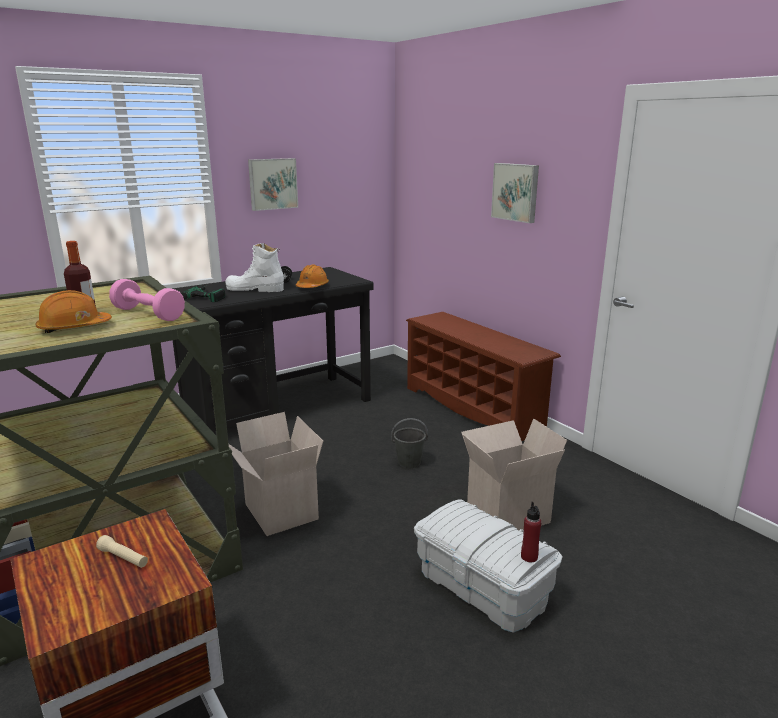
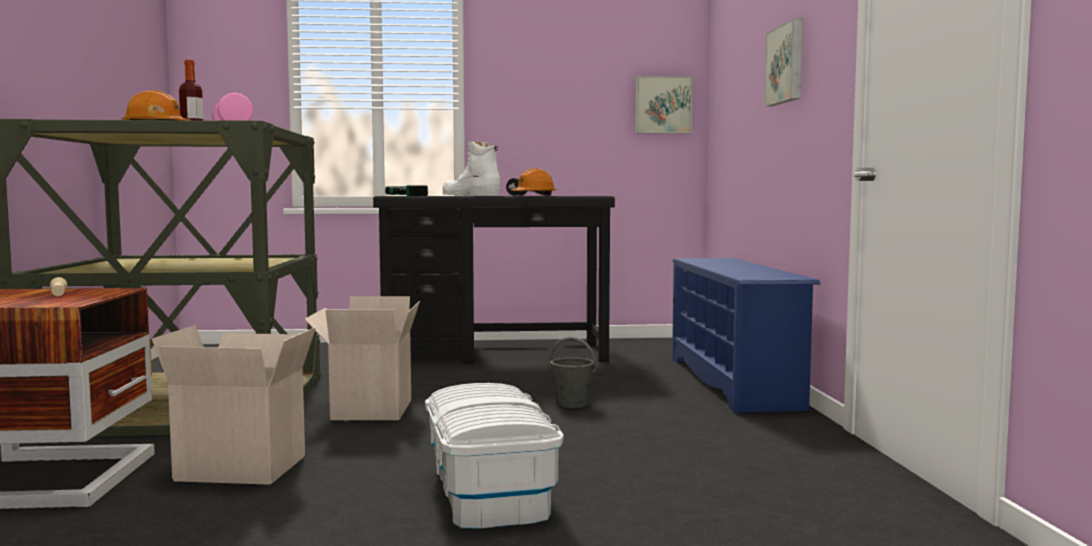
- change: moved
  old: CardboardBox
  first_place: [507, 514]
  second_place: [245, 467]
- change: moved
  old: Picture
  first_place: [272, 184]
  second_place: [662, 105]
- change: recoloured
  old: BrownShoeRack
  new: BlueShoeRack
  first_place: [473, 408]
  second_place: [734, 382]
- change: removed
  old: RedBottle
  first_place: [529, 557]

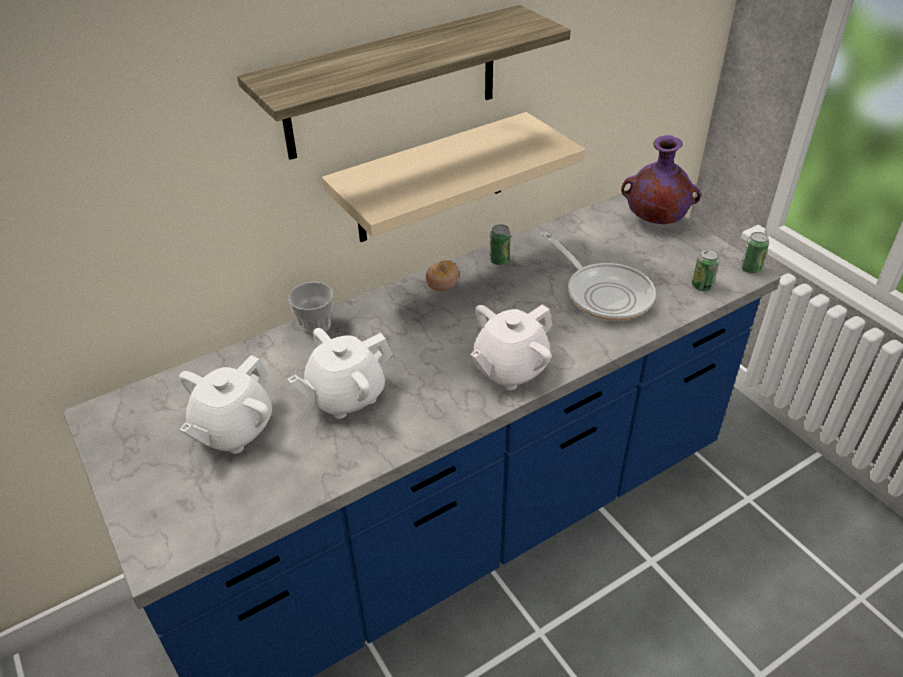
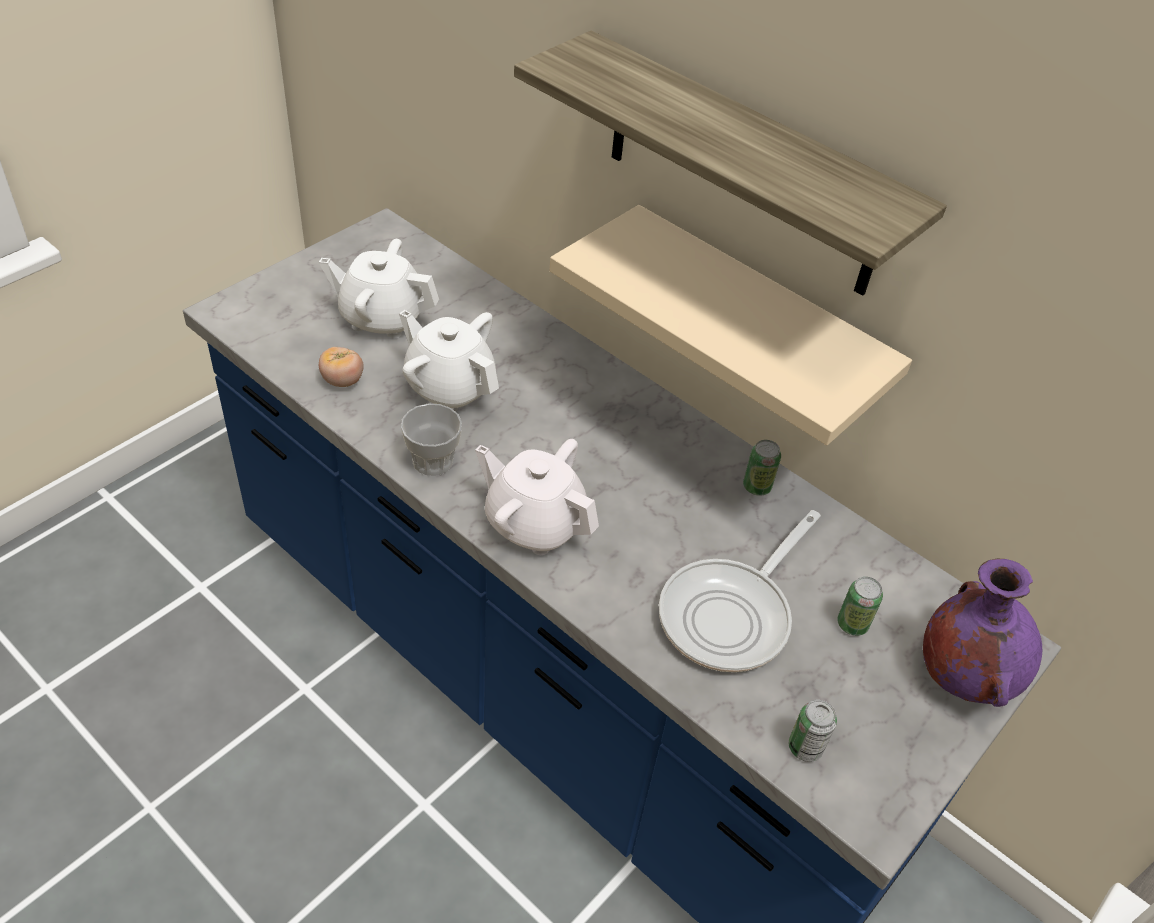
- change: moved
  old: Tomato
  first_place: [442, 287]
  second_place: [342, 380]
- change: moved
  old: Cup
  first_place: [316, 325]
  second_place: [432, 461]
- change: moved
  old: Can
  first_place: [750, 268]
  second_place: [852, 624]

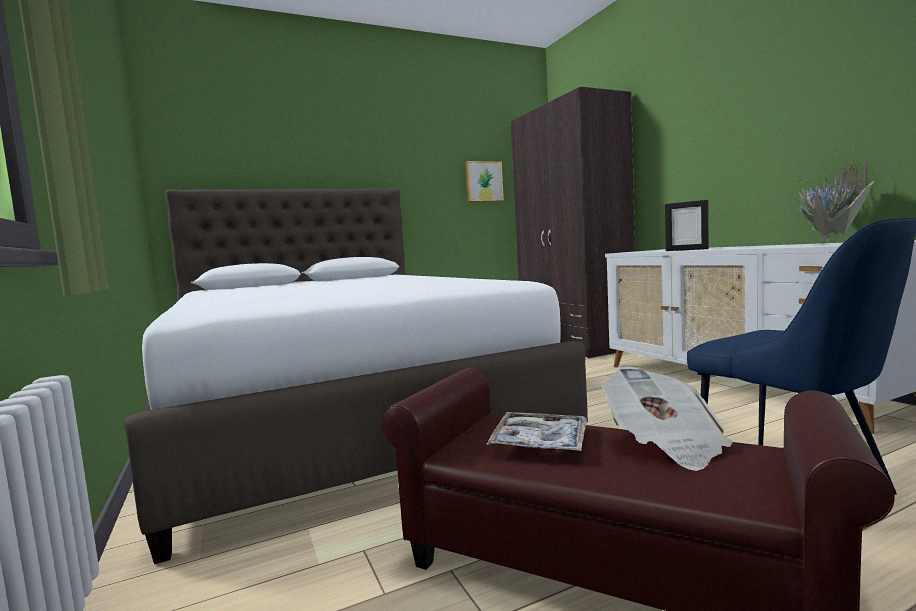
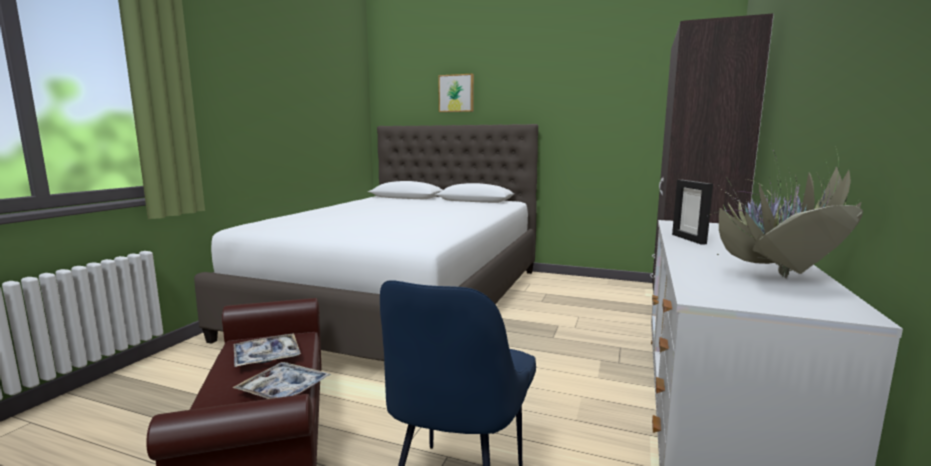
- change: replaced
  old: Newspaper
  new: Tray
  first_place: [665, 445]
  second_place: [283, 390]
- change: moved
  old: Picture
  first_place: [483, 181]
  second_place: [456, 93]

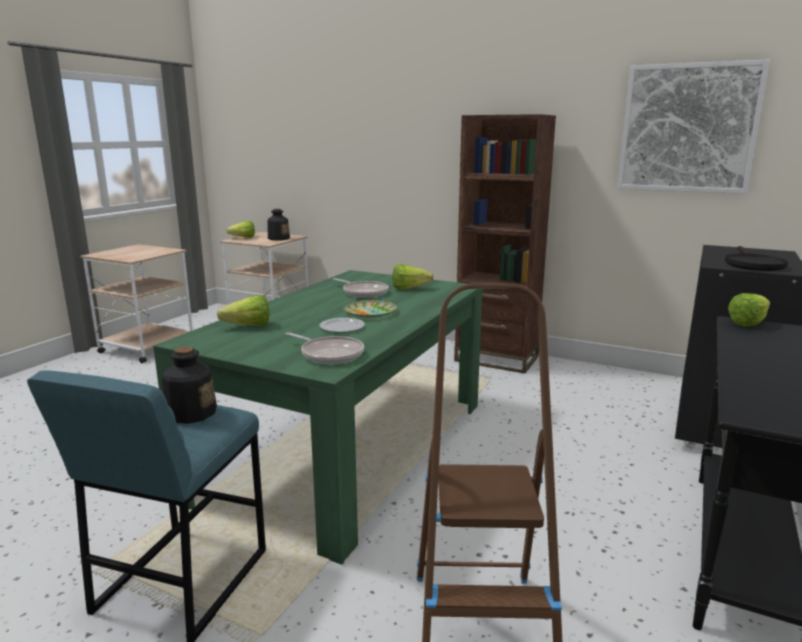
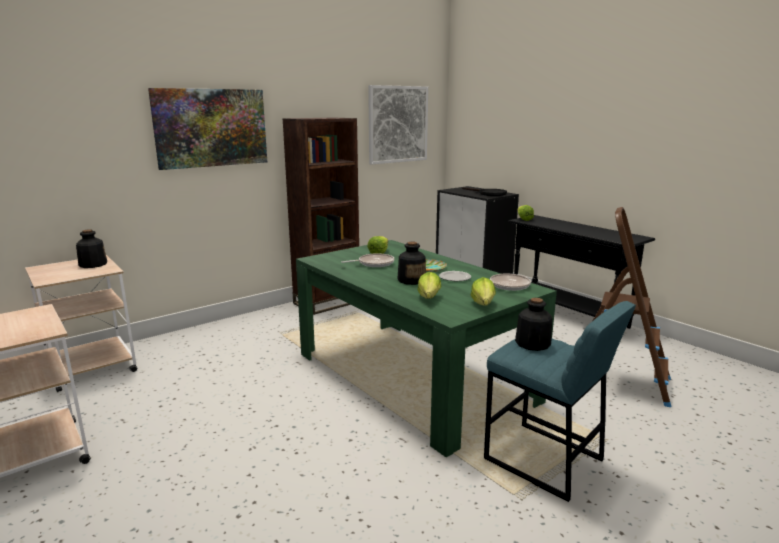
- change: added
  new: Picture
  second_place: [211, 128]
- change: added
  new: Bottle
  second_place: [411, 280]
- change: moved
  old: Lettuce
  first_place: [241, 238]
  second_place: [482, 306]

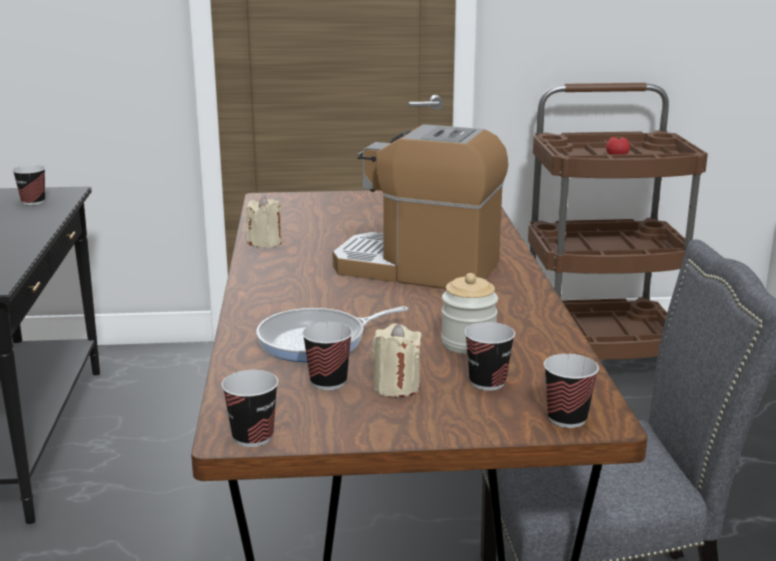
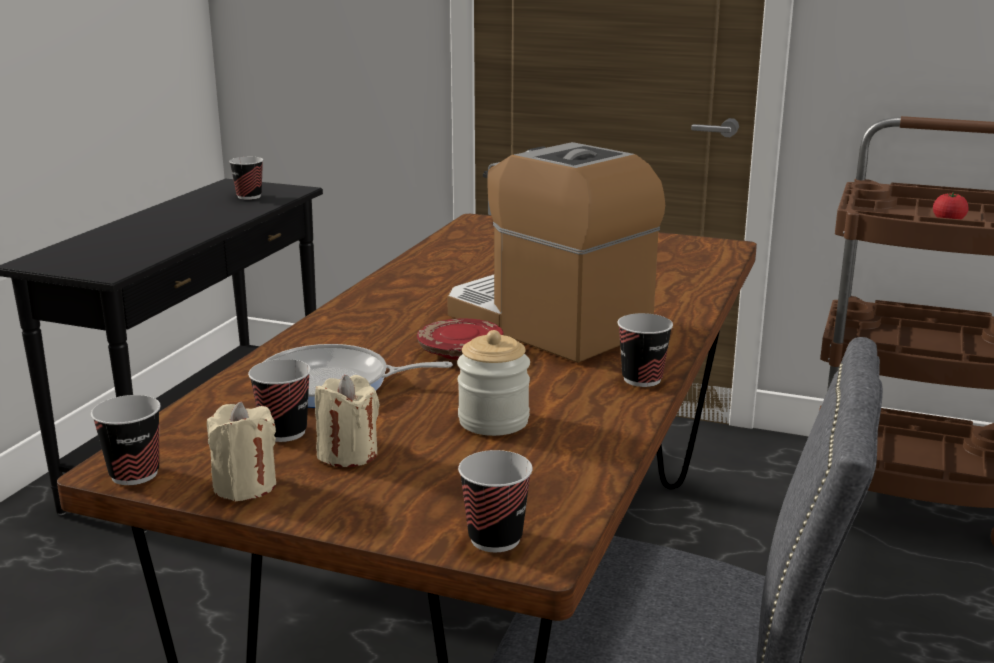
- change: moved
  old: BeigeCandle
  first_place: [265, 243]
  second_place: [245, 486]
- change: added
  new: RedPlate
  second_place: [460, 352]
- change: moved
  old: Cup
  first_place: [487, 382]
  second_place: [642, 379]

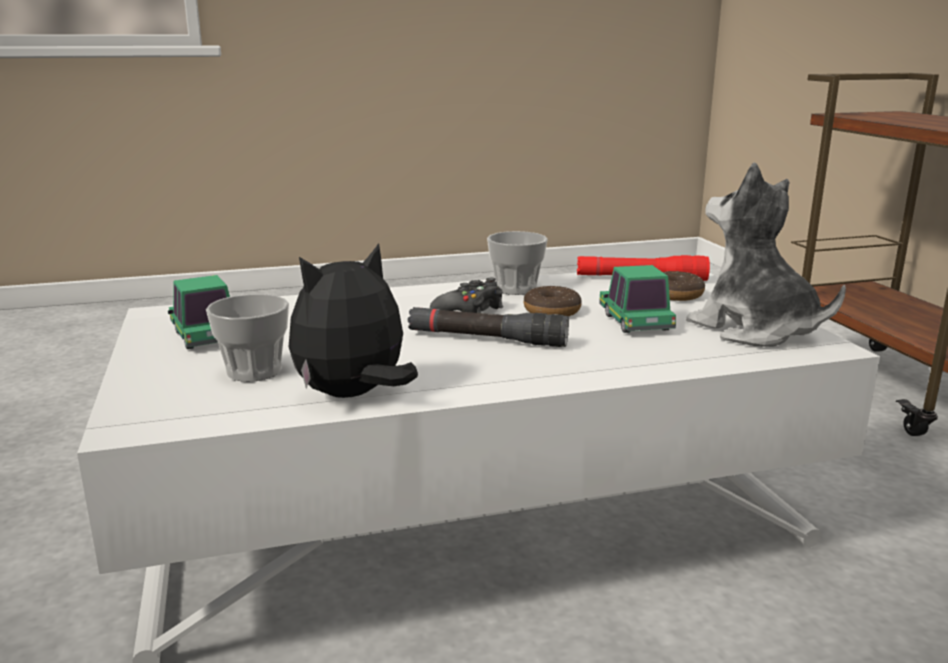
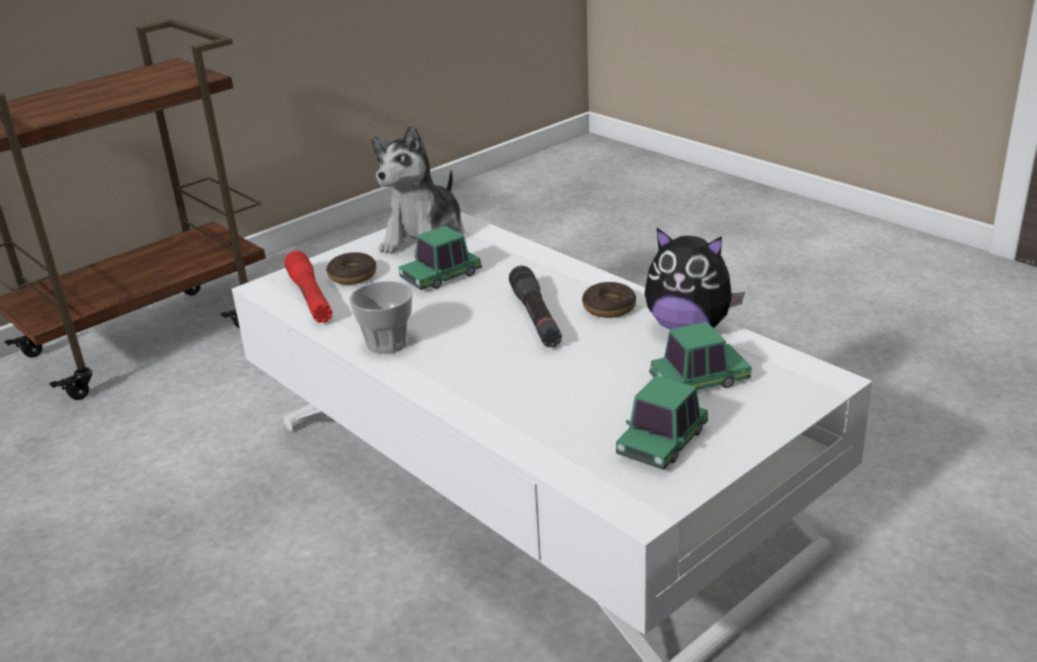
- change: moved
  old: Donut
  first_place: [552, 311]
  second_place: [609, 307]
- change: replaced
  old: Cup
  new: ToyCar
  first_place: [254, 371]
  second_place: [699, 381]
- change: removed
  old: BlackGameController
  first_place: [469, 311]

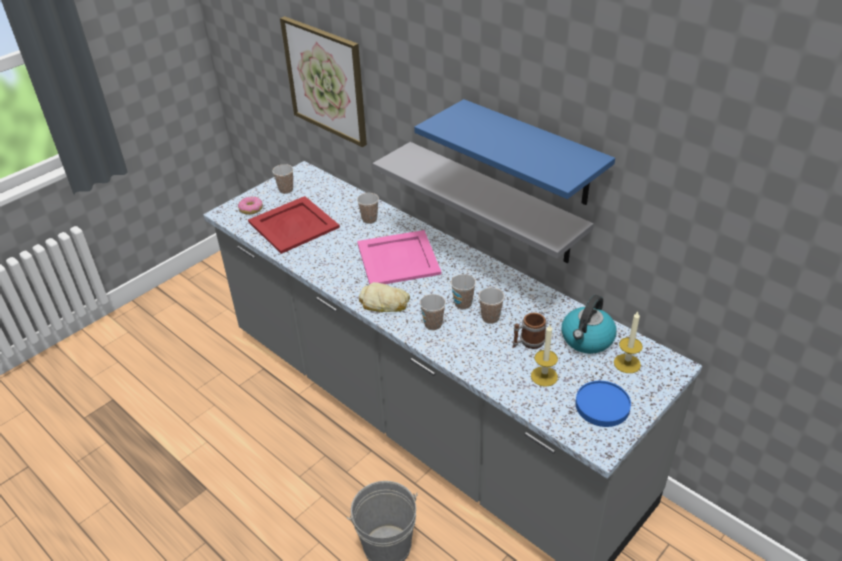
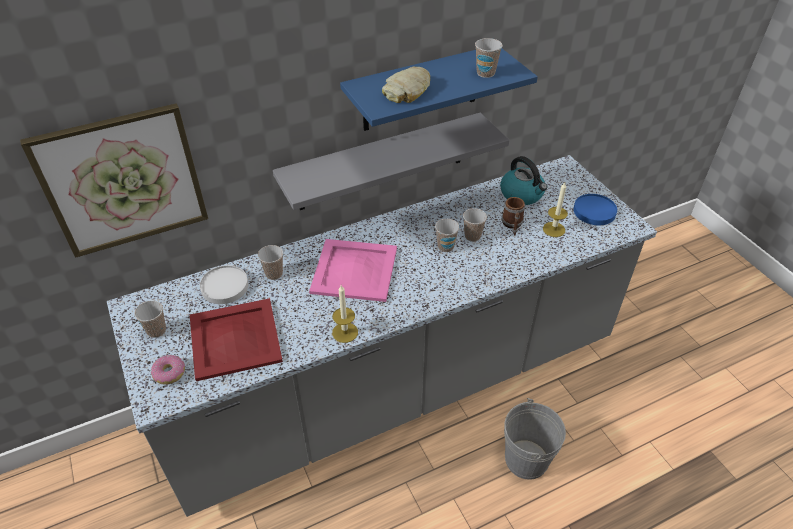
- change: added
  new: WhitePlate
  second_place: [224, 286]
- change: moved
  old: Candle
  first_place: [627, 363]
  second_place: [345, 332]
- change: moved
  old: Bread
  first_place: [384, 303]
  second_place: [408, 91]
- change: moved
  old: Cup
  first_place: [433, 324]
  second_place: [485, 73]

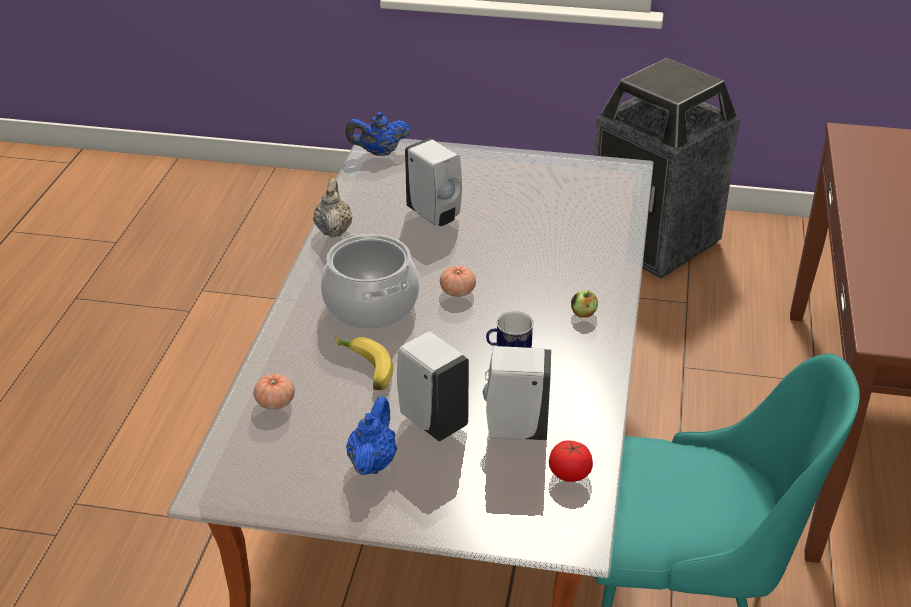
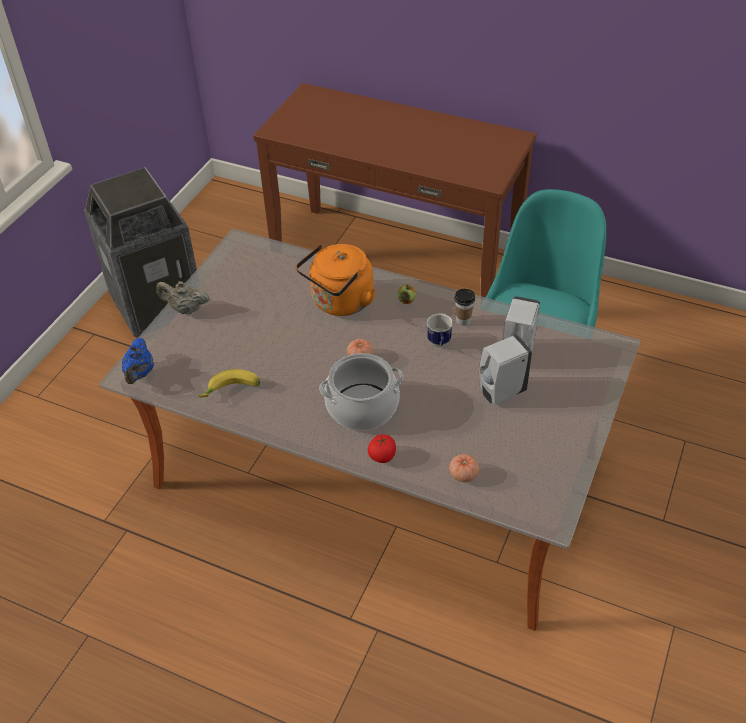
- change: moved
  old: BeigeTeapot
  first_place: [333, 230]
  second_place: [186, 309]
- change: moved
  old: Banana
  first_place: [364, 370]
  second_place: [232, 391]
- change: added
  new: OrangeKettle
  second_place: [340, 303]
- change: moved
  old: Tomato
  first_place: [570, 473]
  second_place: [382, 456]
- change: added
  new: Cup
  second_place: [463, 320]
- change: removed
  old: BlueTeapot
  first_place: [372, 462]
- change: removed
  old: WhiteSoapDispenser
  first_place: [435, 215]

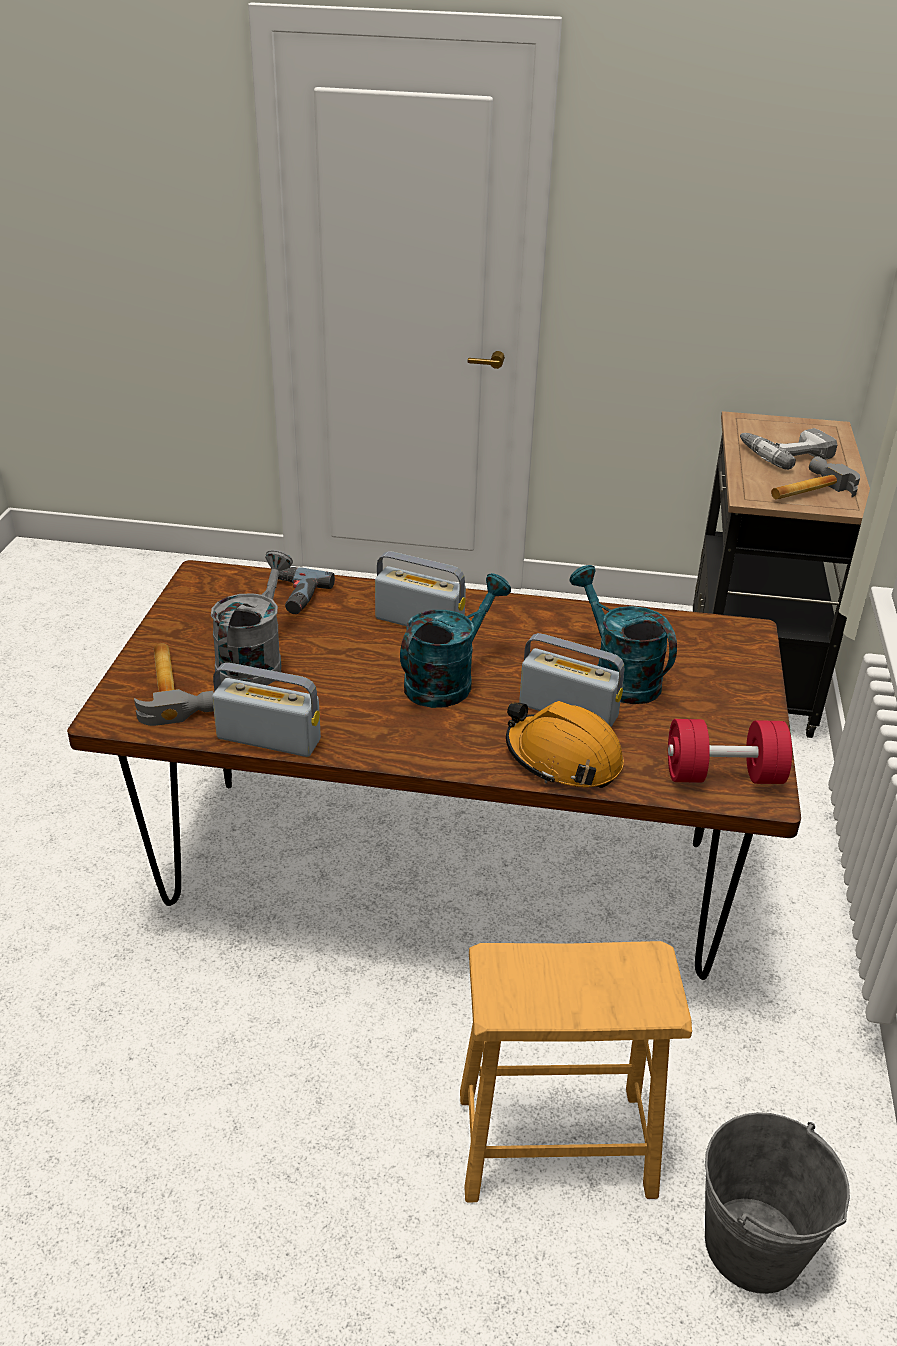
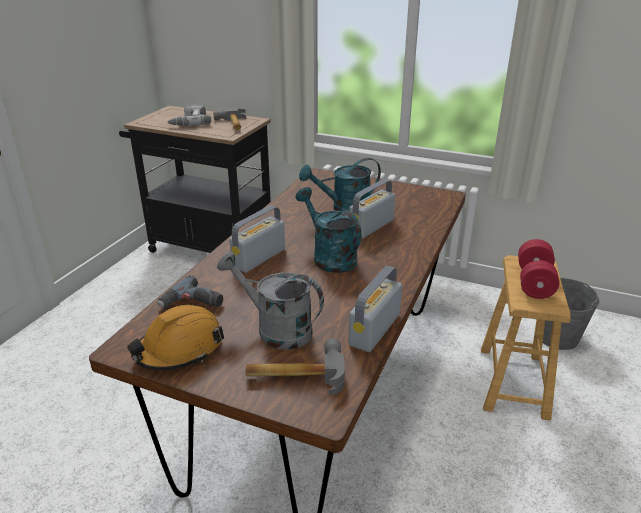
- change: moved
  old: OrangeHardHat
  first_place: [563, 758]
  second_place: [179, 349]
- change: moved
  old: RedDumbbell
  first_place: [723, 775]
  second_place: [534, 282]

